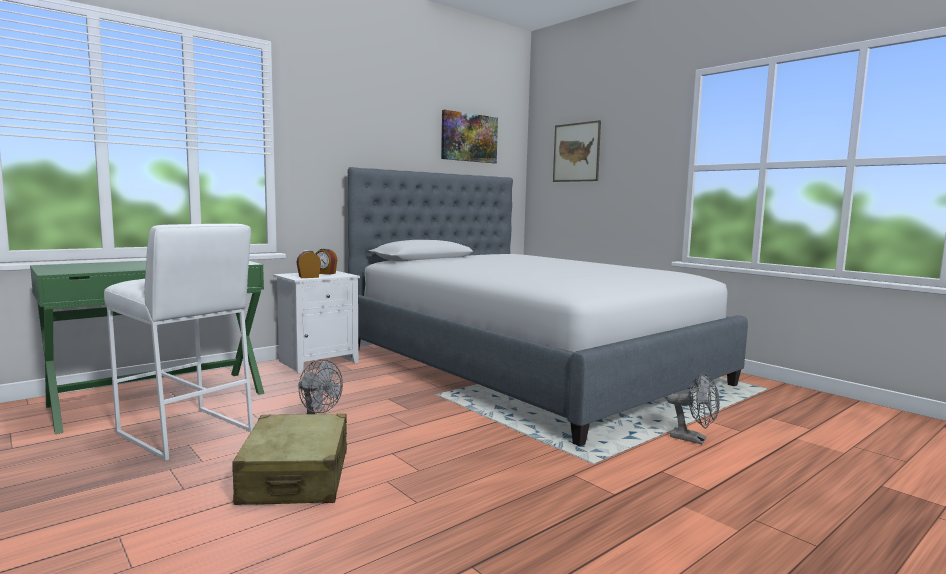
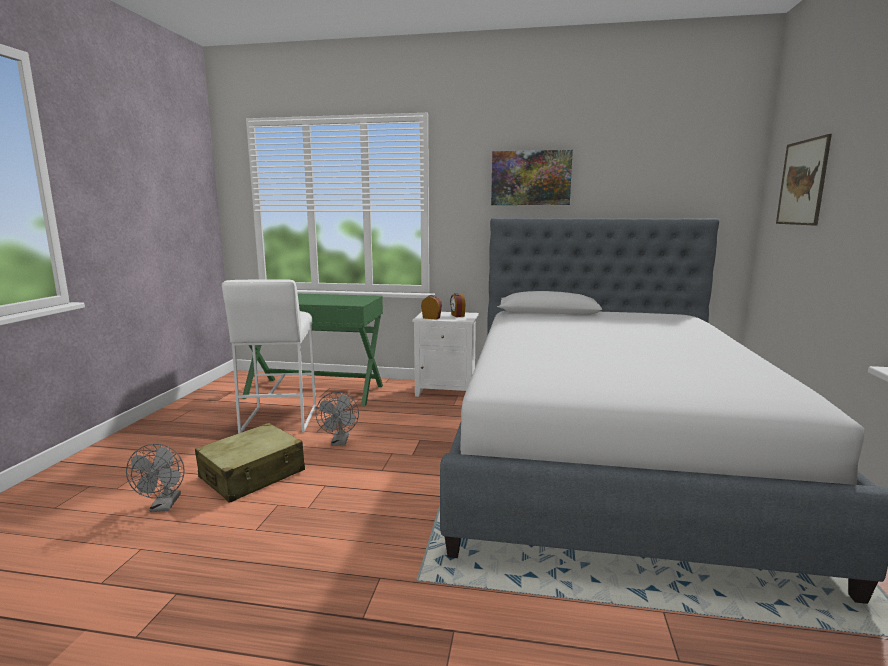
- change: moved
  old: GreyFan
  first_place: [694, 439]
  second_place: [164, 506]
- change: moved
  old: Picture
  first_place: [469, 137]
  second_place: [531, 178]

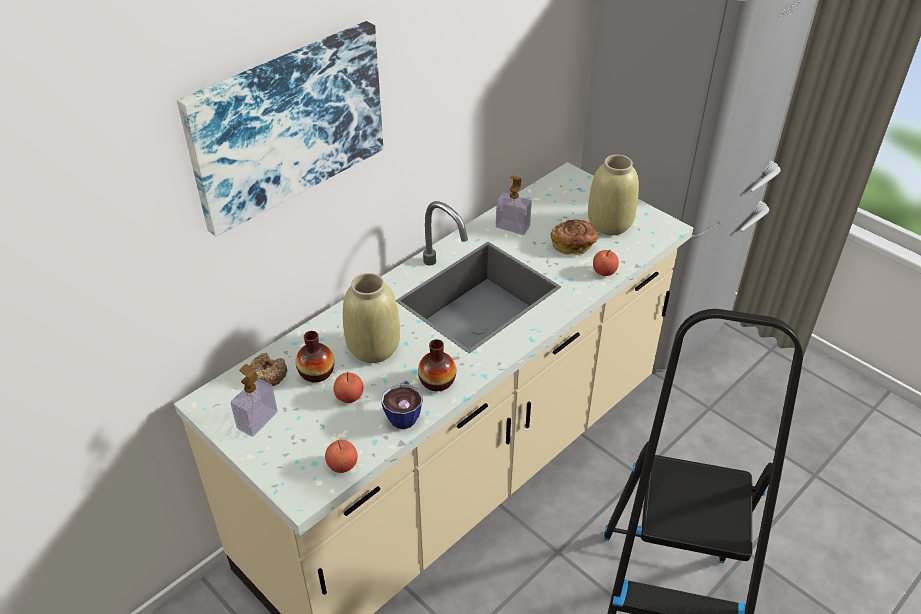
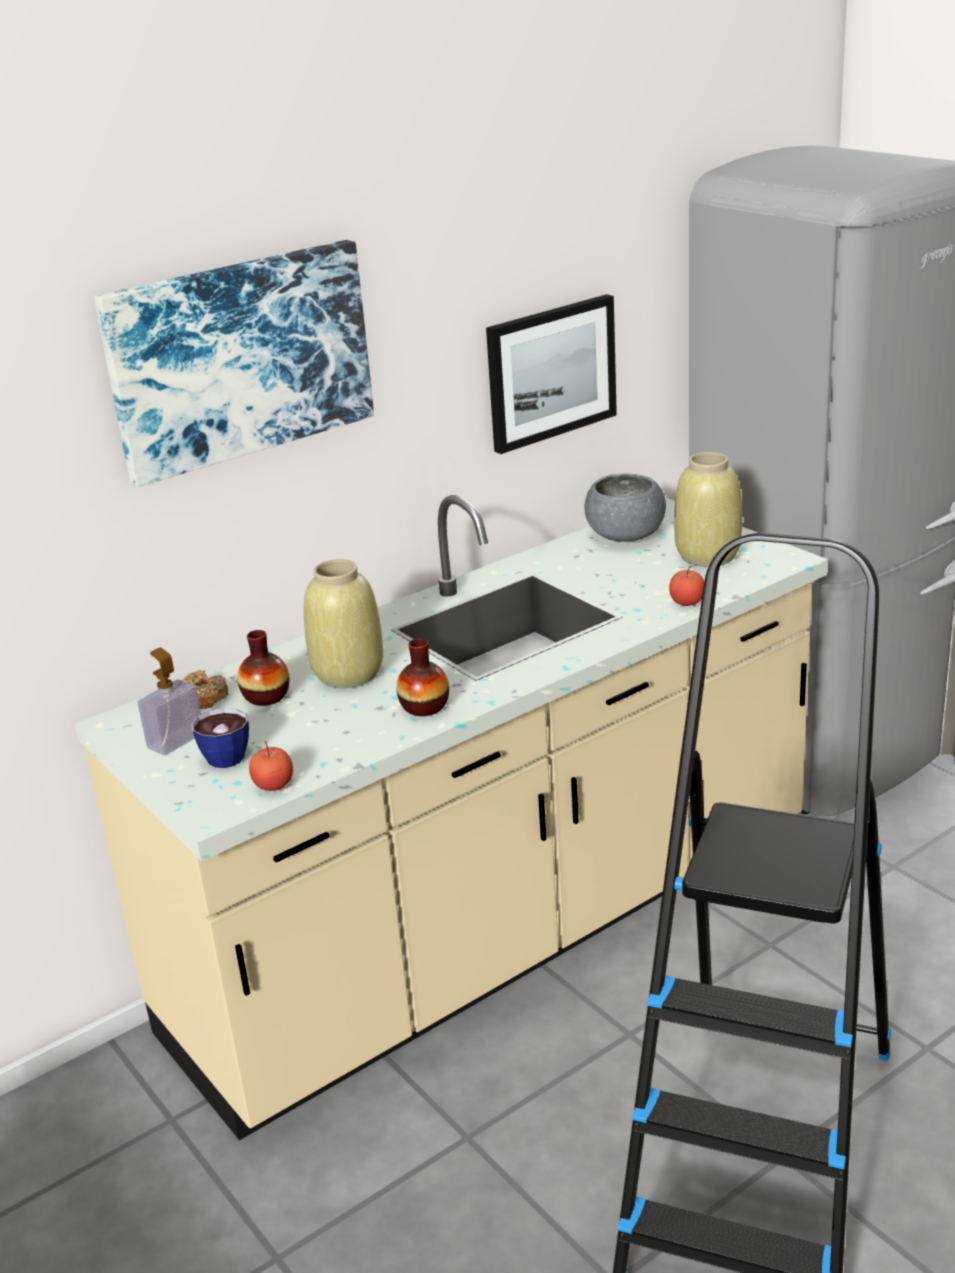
- change: moved
  old: Cup
  first_place: [404, 414]
  second_place: [229, 753]
- change: added
  new: Picture
  second_place: [550, 372]
- change: added
  new: GreyBowl
  second_place: [625, 535]
- change: removed
  old: Apple
  first_place: [349, 396]
- change: removed
  old: SoapDispenser
  first_place: [512, 227]
- change: removed
  old: Bread
  first_place: [573, 245]

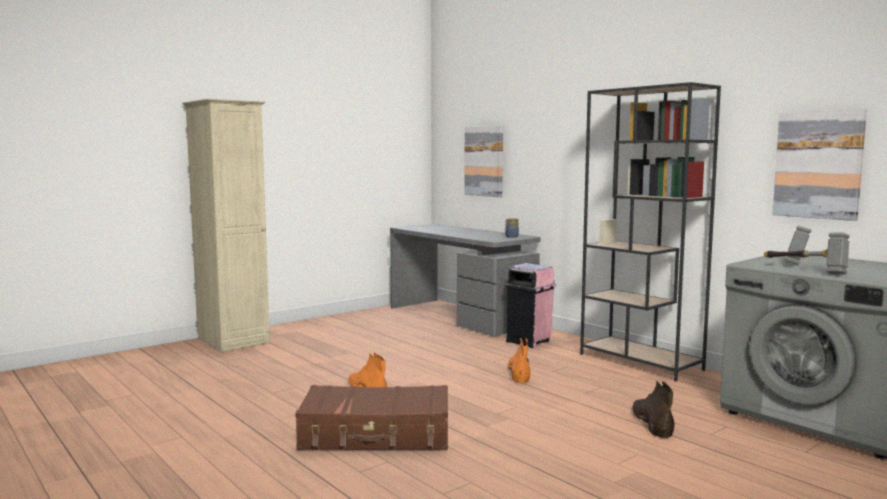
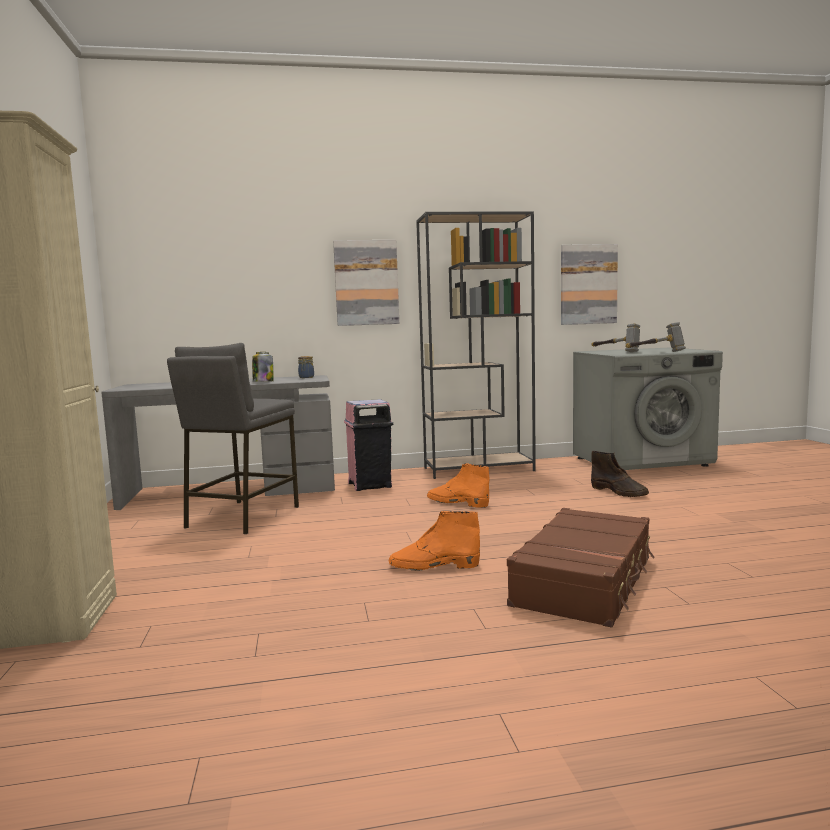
- change: added
  new: GreyStool
  second_place: [242, 517]
- change: added
  new: Jar
  second_place: [263, 382]
- change: moved
  old: Picture
  first_place: [484, 161]
  second_place: [366, 283]
- change: turned
  old: BrownBoot
  first_place: [651, 422]
  second_place: [619, 492]
  degrees: -150

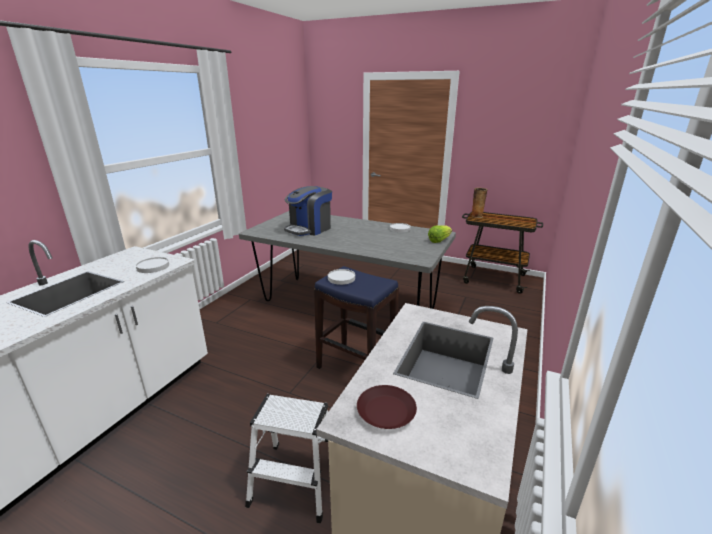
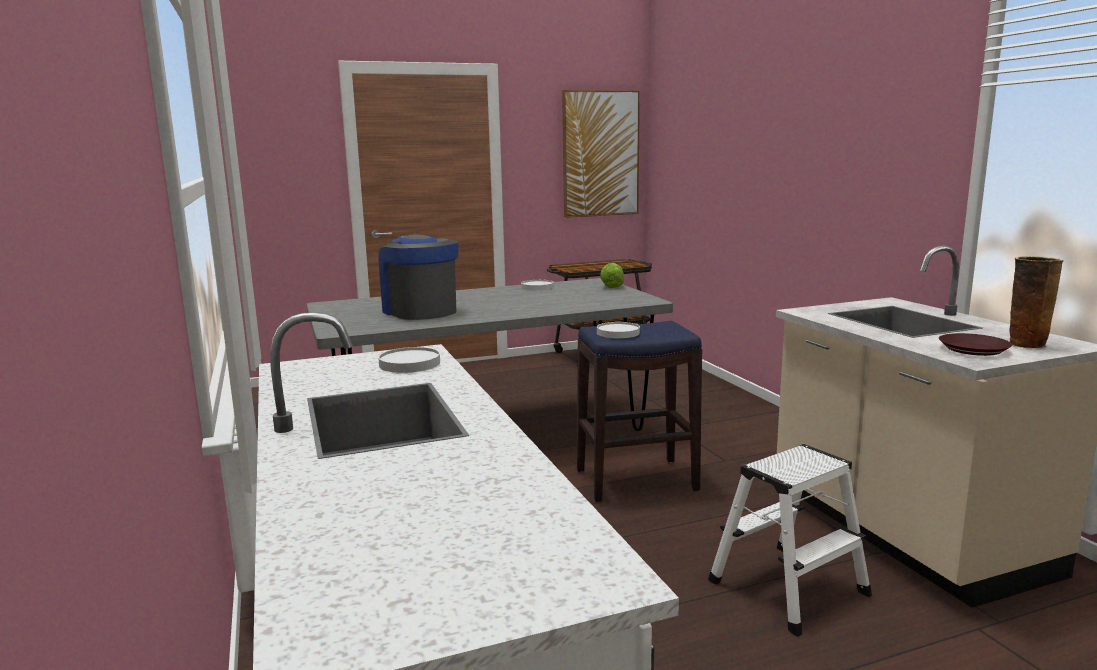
- change: turned
  old: CoffeeMachine
  first_place: [309, 229]
  second_place: [419, 311]
  degrees: 150
- change: added
  new: Picture
  second_place: [600, 154]
- change: moved
  old: Vase
  first_place: [477, 216]
  second_place: [1026, 344]

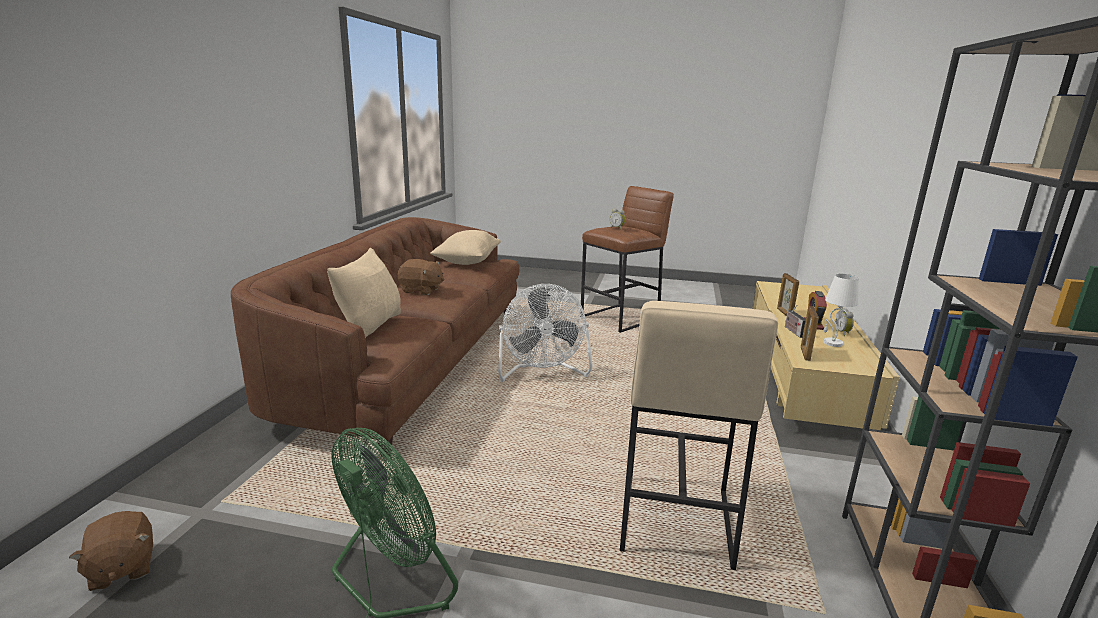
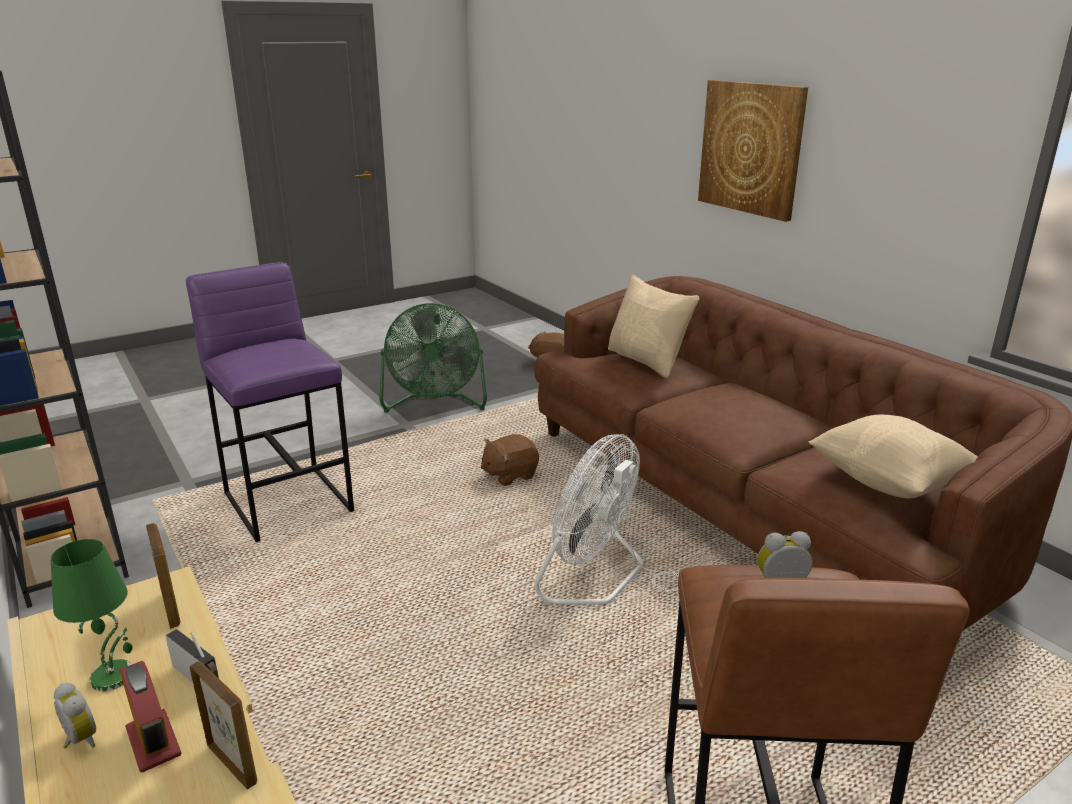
- change: recoloured
  old: WhiteTableLamp
  new: GreenTableLamp
  first_place: [832, 343]
  second_place: [113, 676]
- change: recoloured
  old: BeigeStool
  new: PurpleStool
  first_place: [676, 521]
  second_place: [287, 501]
- change: moved
  old: BrownPlushToy
  first_place: [421, 290]
  second_place: [509, 475]
- change: added
  new: Picture
  second_place: [751, 148]

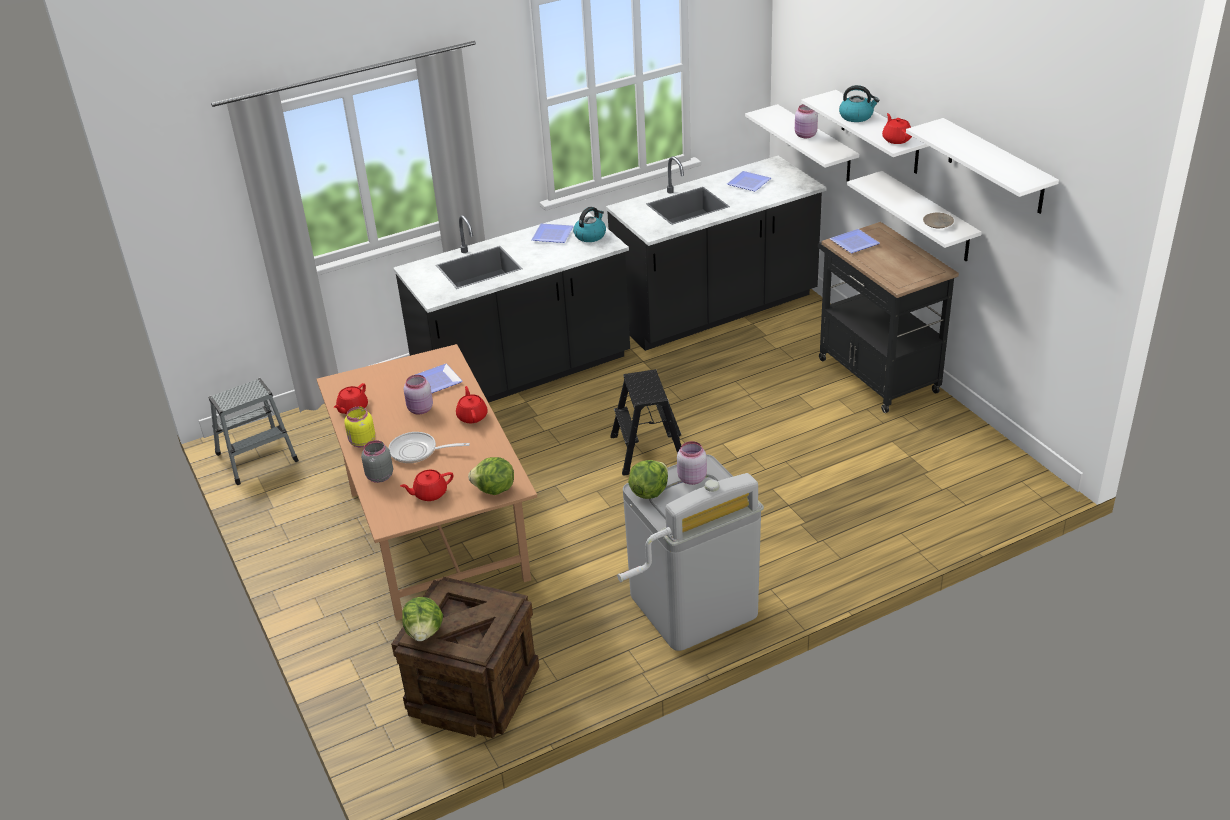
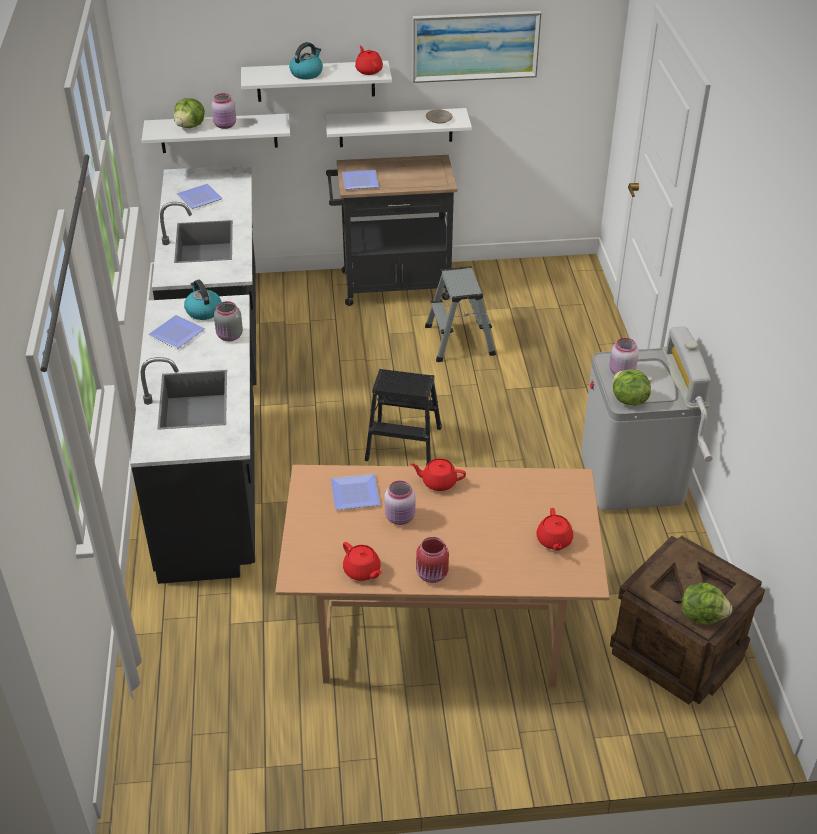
- change: moved
  old: Lettuce
  first_place: [494, 490]
  second_place: [190, 126]
- change: moved
  old: GreyJar
  first_place: [379, 477]
  second_place: [229, 336]
- change: turned
  old: RedTeapot
  first_place: [896, 139]
  second_place: [369, 70]
  degrees: 60
- change: replaced
  old: WhiteShelf
  new: Picture
  first_place: [996, 167]
  second_place: [475, 46]
- change: recoloured
  old: YellowJar
  new: RedJar
  first_place: [362, 442]
  second_place: [432, 575]
- change: moved
  old: GreyStepLadder
  first_place: [256, 457]
  second_place: [459, 340]
- change: removed
  old: FryingPan
  first_place: [417, 452]

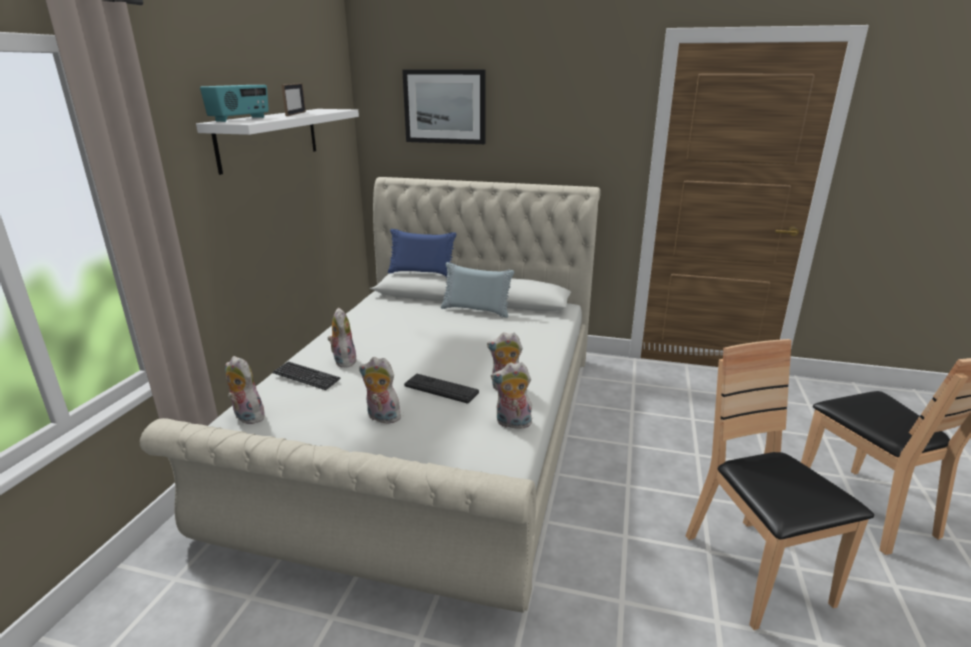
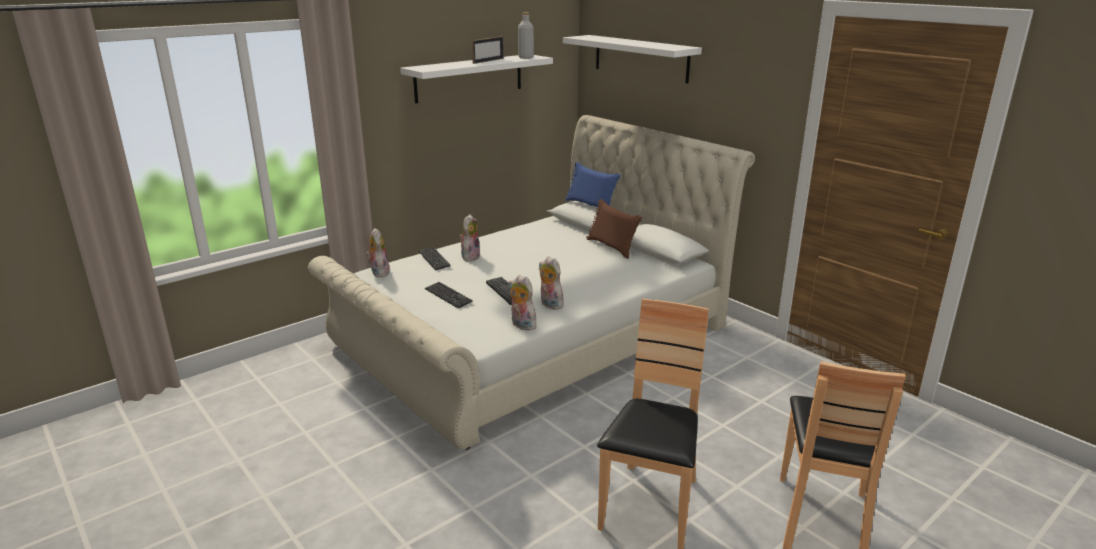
- change: replaced
  old: PlushToy
  new: Keyboard
  first_place: [381, 418]
  second_place: [448, 296]
- change: added
  new: GreyBottle
  second_place: [526, 57]
- change: replaced
  old: Picture
  new: WhiteShelf
  first_place: [445, 107]
  second_place: [640, 58]
- change: recoloured
  old: BluePillow
  new: BrownPillow
  first_place: [476, 310]
  second_place: [612, 247]
- change: removed
  old: Radio
  first_place: [240, 119]

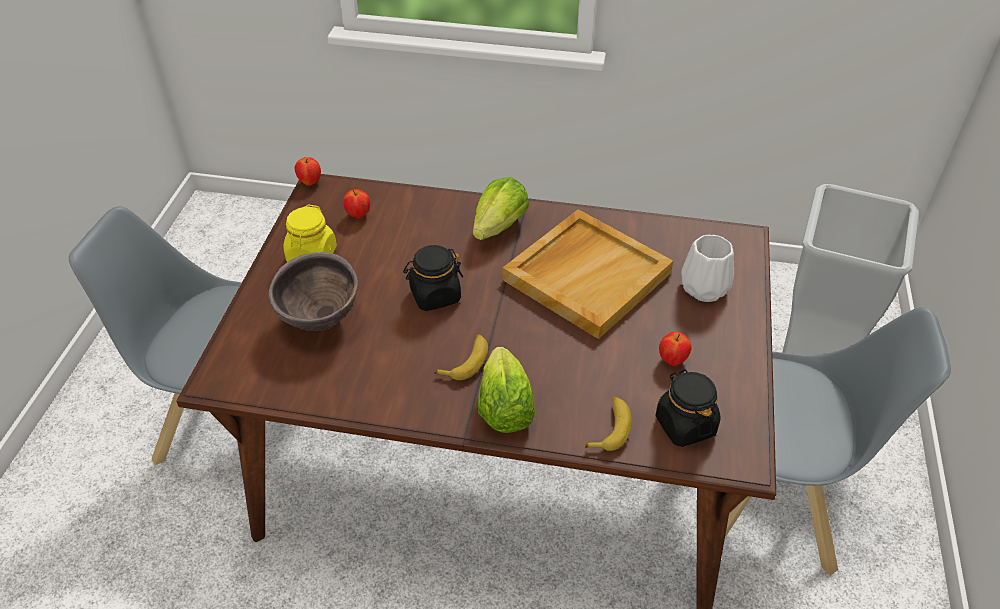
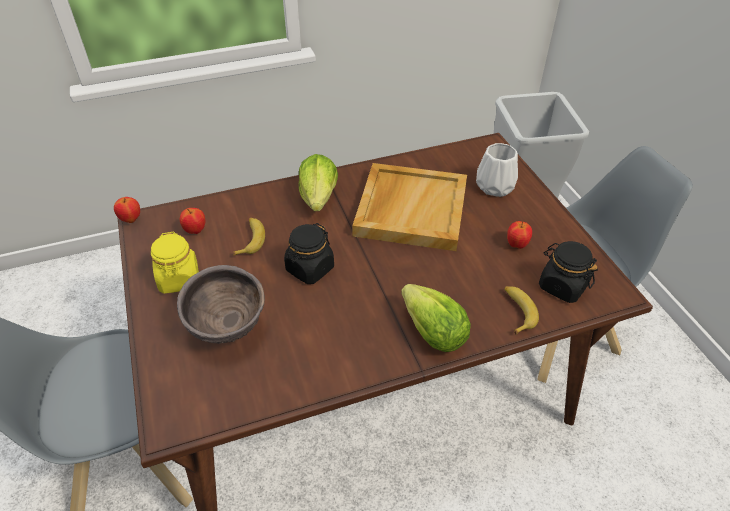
- change: moved
  old: Banana
  first_place: [466, 361]
  second_place: [250, 239]

